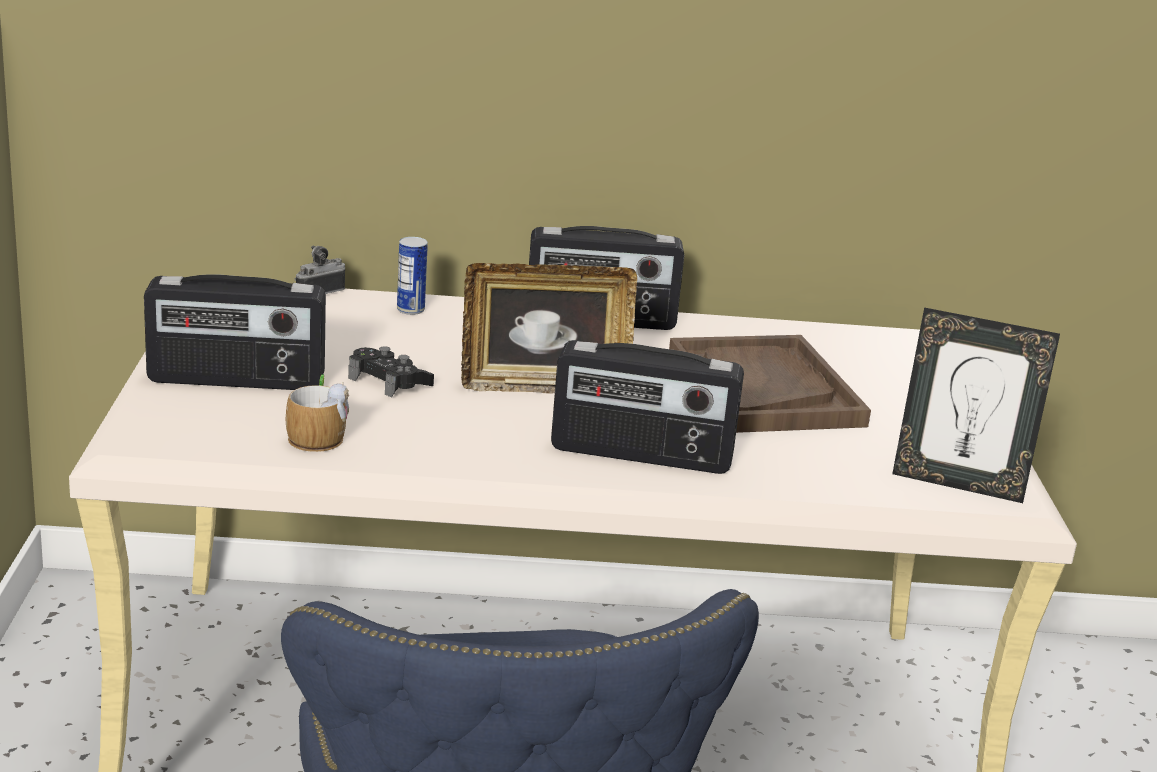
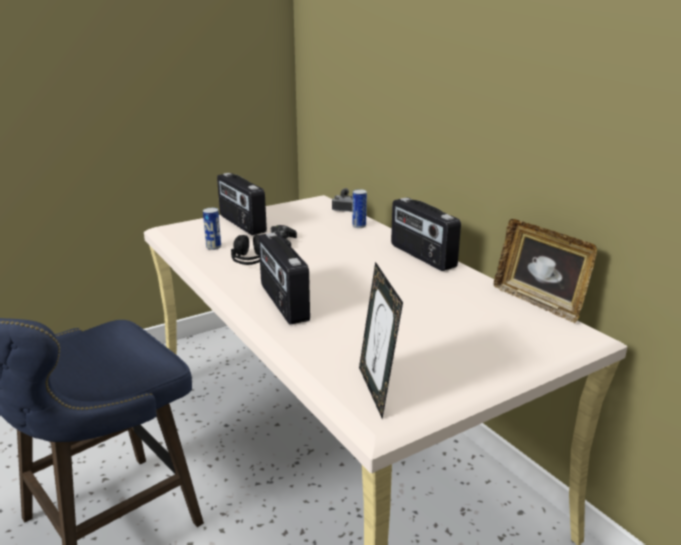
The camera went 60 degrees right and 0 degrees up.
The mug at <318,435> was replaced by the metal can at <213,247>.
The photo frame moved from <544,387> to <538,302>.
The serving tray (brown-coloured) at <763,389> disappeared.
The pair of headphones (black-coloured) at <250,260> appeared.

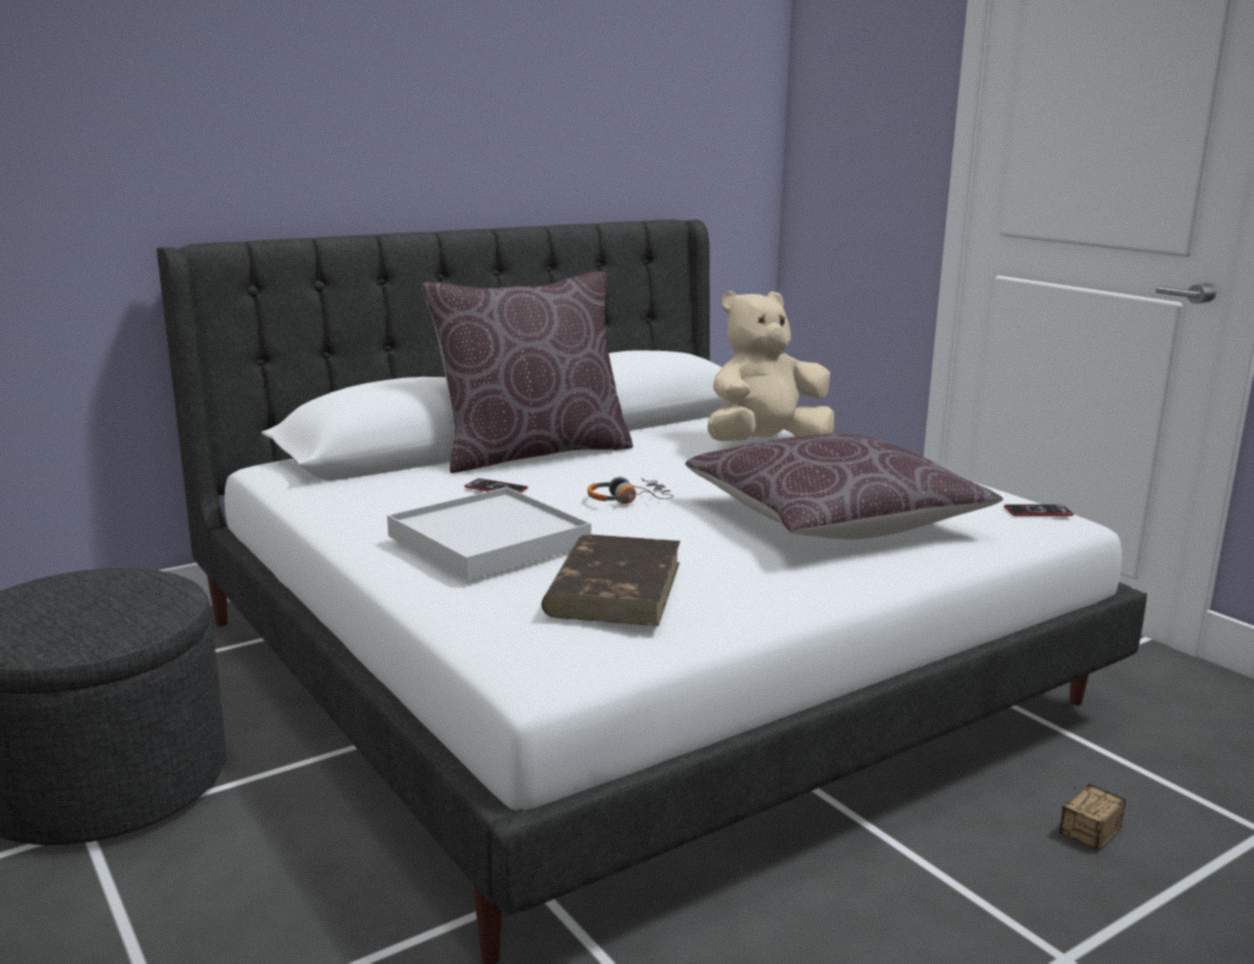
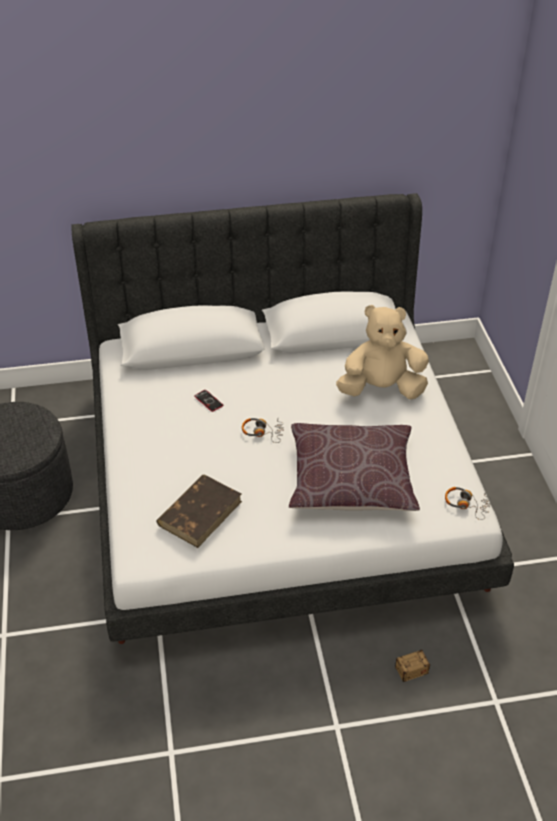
The camera went 25 degrees right and 25 degrees up.
The serving tray (white-coloured) at <489,540> disappeared.
The pillow (brown-coloured) at <532,453> disappeared.
The telephone at <1038,512> was replaced by the pair of headphones at <466,505>.

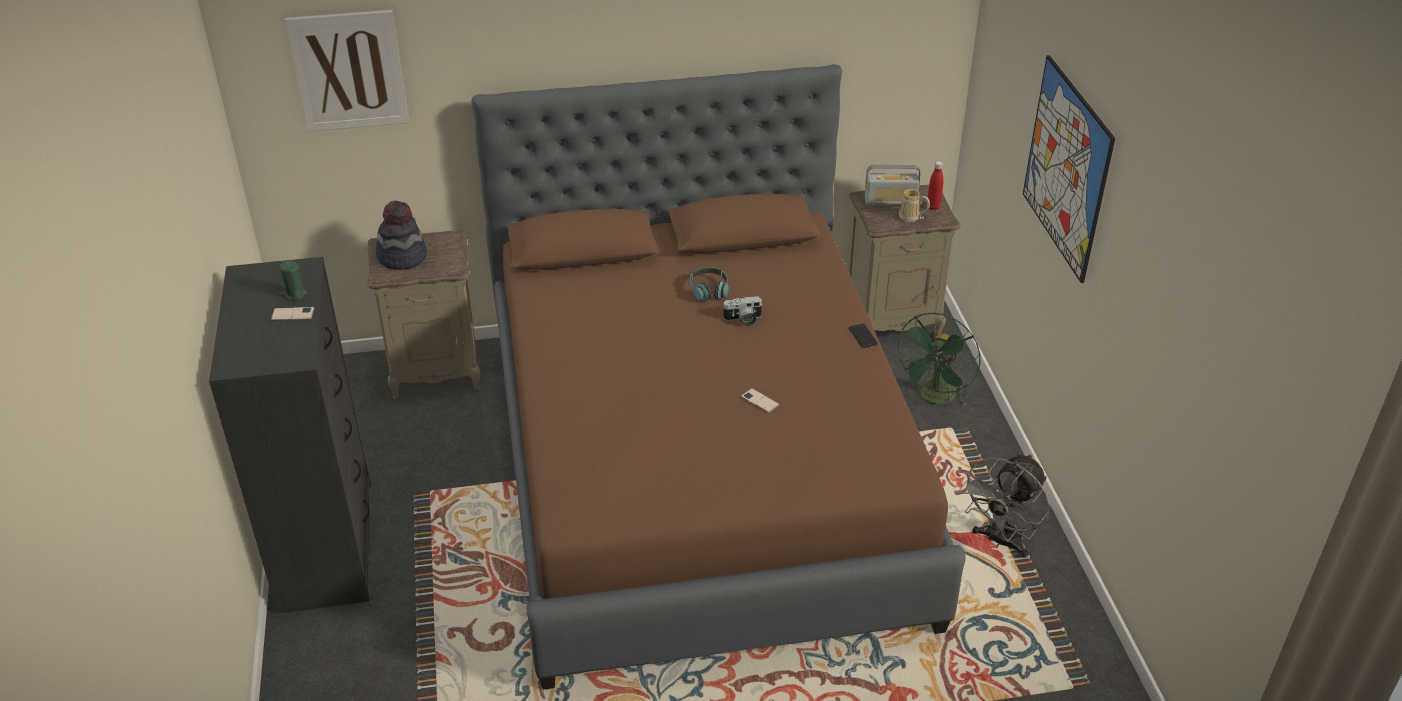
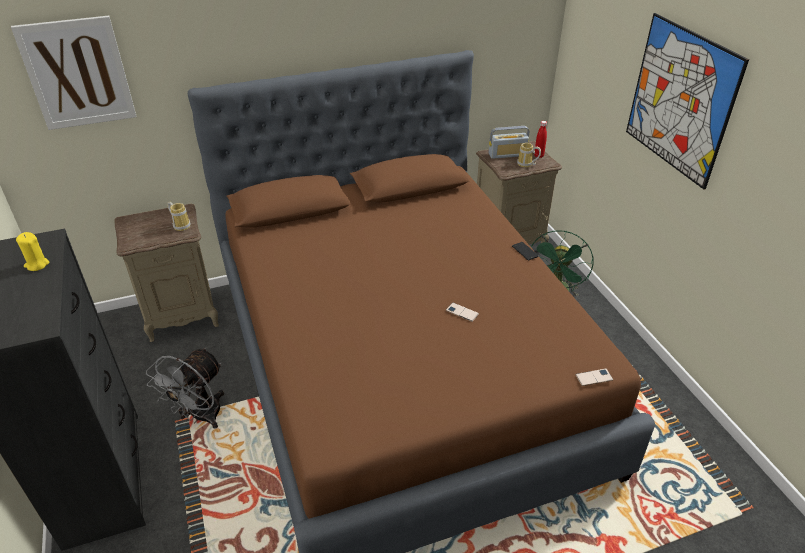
The camera went 10 degrees left and 0 degrees up.
The telephone moved from <292,314> to <594,377>.
The wax light (greenish) at <294,294> became the wax light (yellowish) at <37,264>.
The hat at <402,257> disappeared.
The pair of headphones at <709,290> disappeared.
The photo camera at <743,320> disappeared.
The fan (greyish) moved from <1001,541> to <200,417>.
The mug at <181,225> appeared.

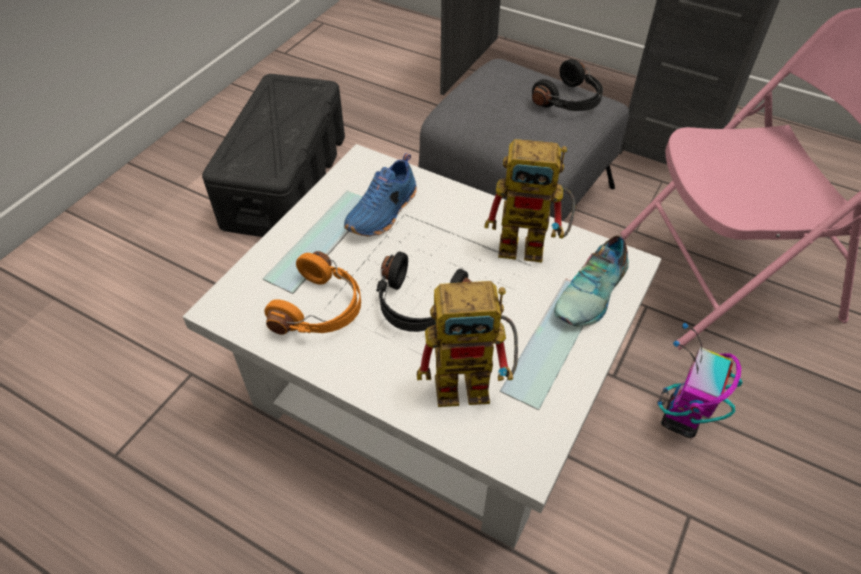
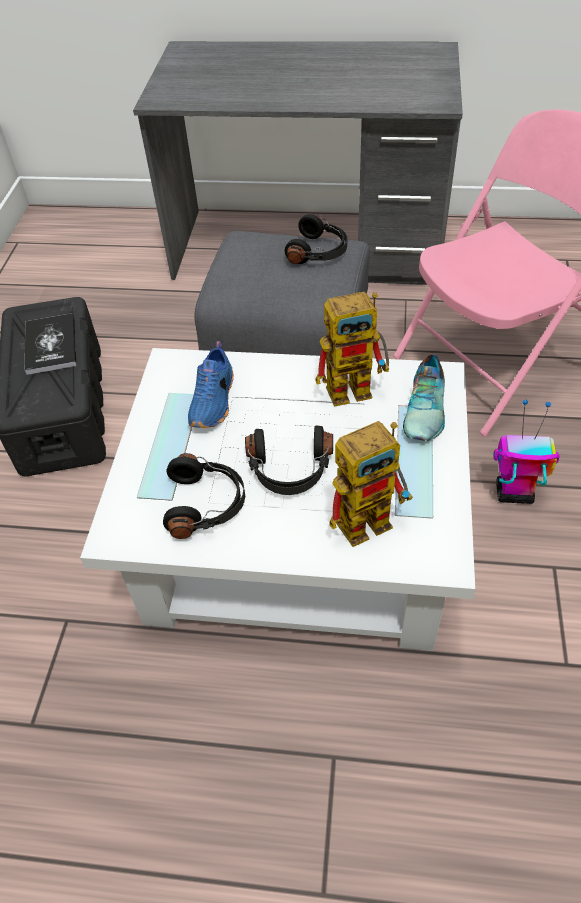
The camera went 20 degrees left and 0 degrees up.
The pair of headphones (orange) at <321,309> became the pair of headphones (black-coloured) at <206,504>.
The toy robot at <681,419> turned 90 degrees clockwise.
The volume at <51,345> appeared.

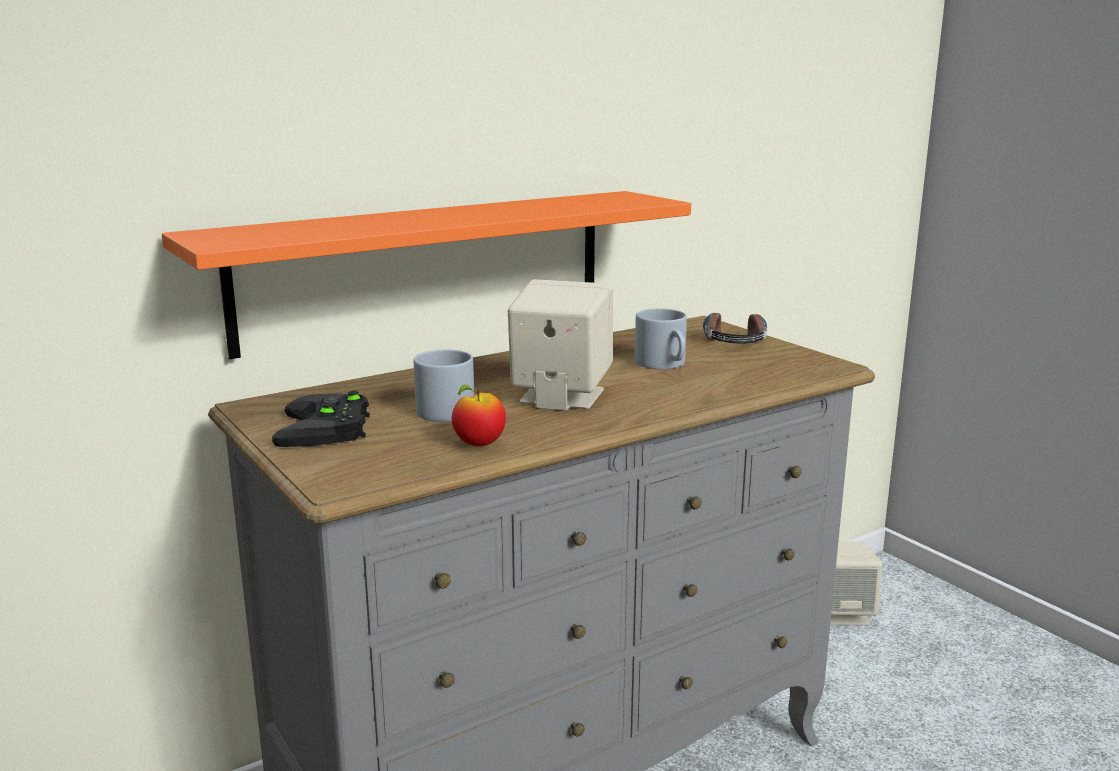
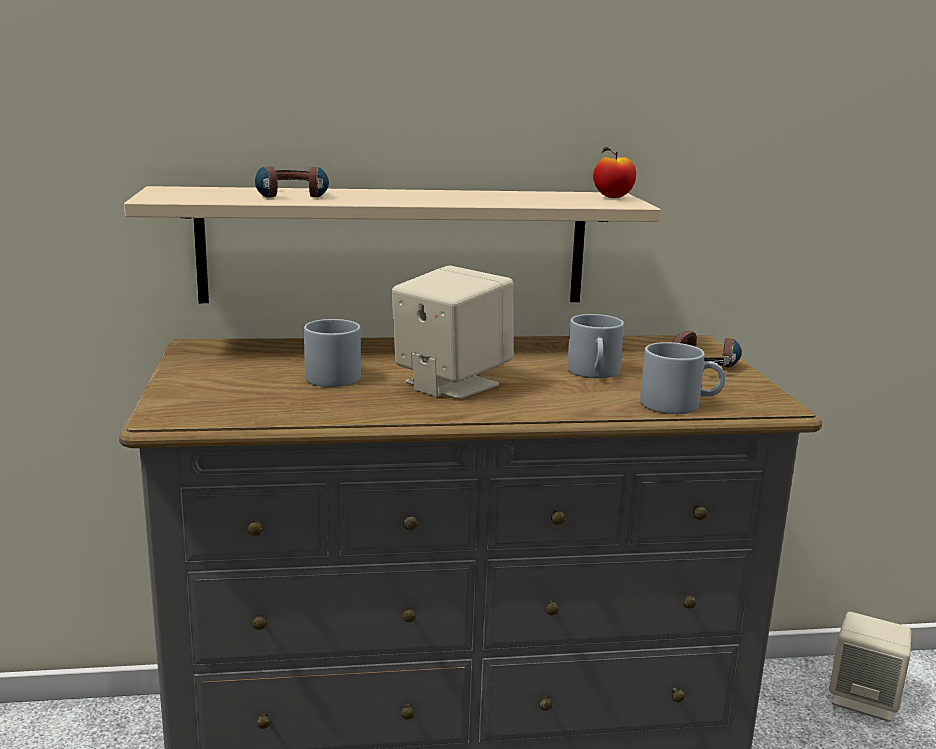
The camera went 25 degrees right and 0 degrees up.
The shelf (orange) at <426,268> became the shelf (beige-coloured) at <394,246>.
The game controller (black-coloured) at <328,429> disappeared.
The whole apple moved from <479,444> to <612,198>.
The pair of headphones at <292,196> appeared.
The mug (greyish) at <680,404> appeared.

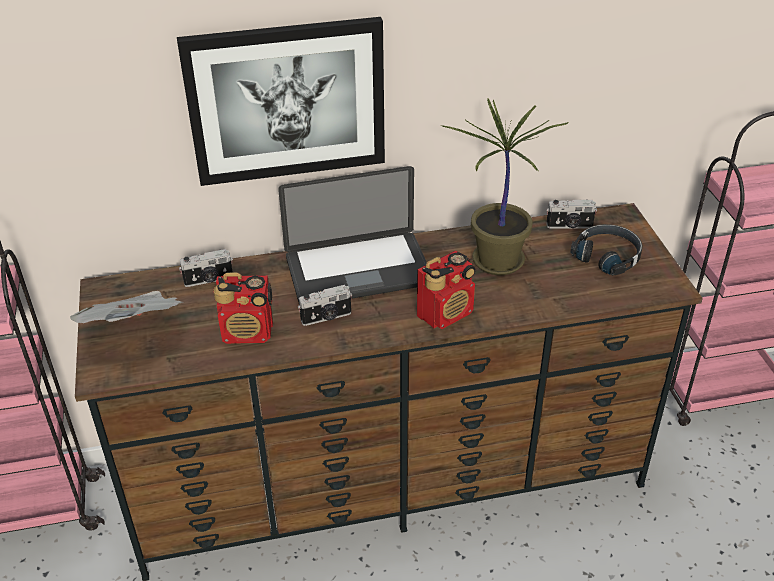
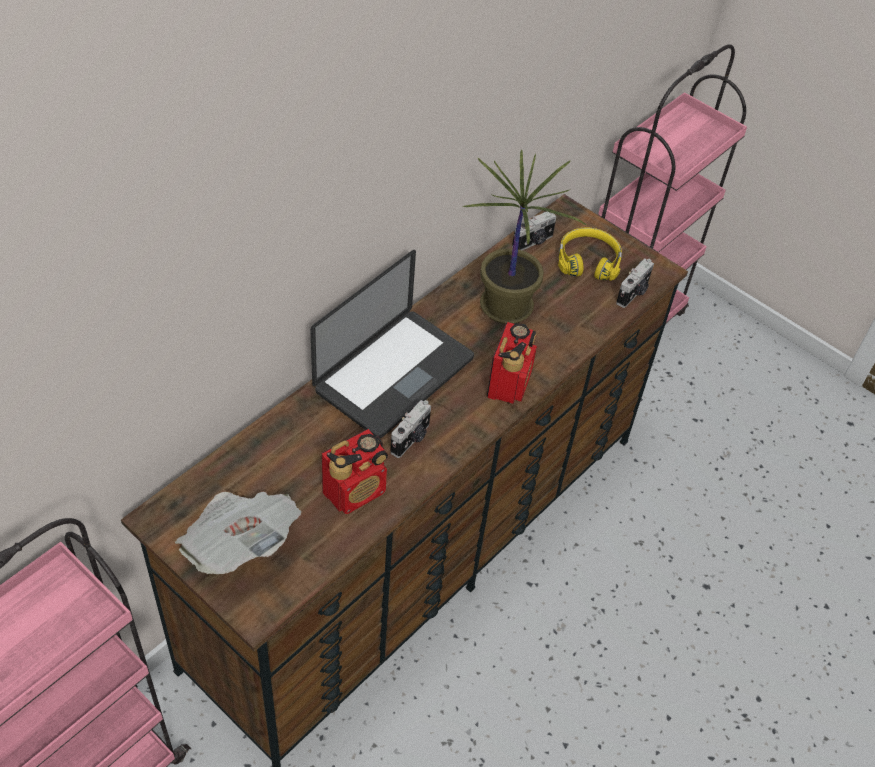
The camera went 40 degrees left and 10 degrees up.
The wall art at <286,101> disappeared.
The photo camera moved from <209,280> to <633,293>.
The pair of headphones (black-coloured) at <607,256> became the pair of headphones (yellowish) at <588,260>.

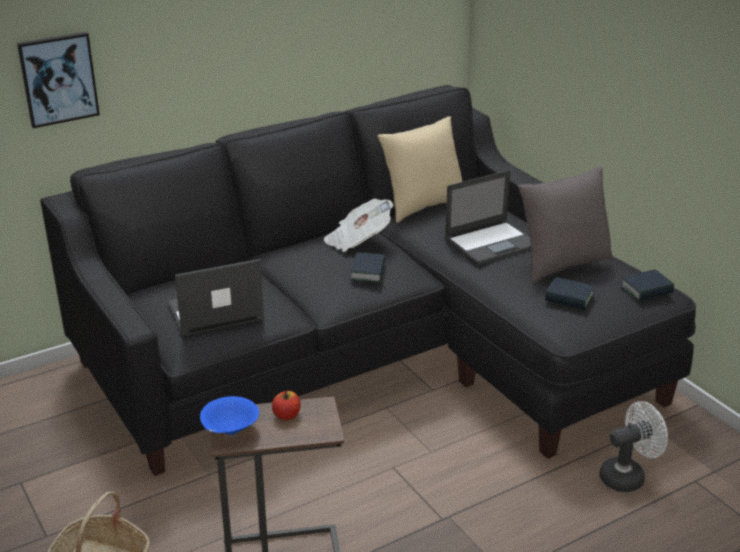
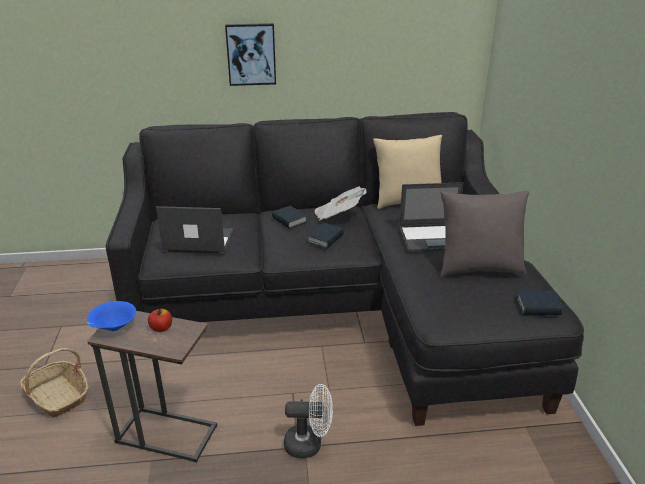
The camera went 25 degrees right and 0 degrees up.
The wall art moved from <58,79> to <251,54>.
The volume moved from <569,298> to <289,220>.
The fan (white-coloured) moved from <627,476> to <309,444>.

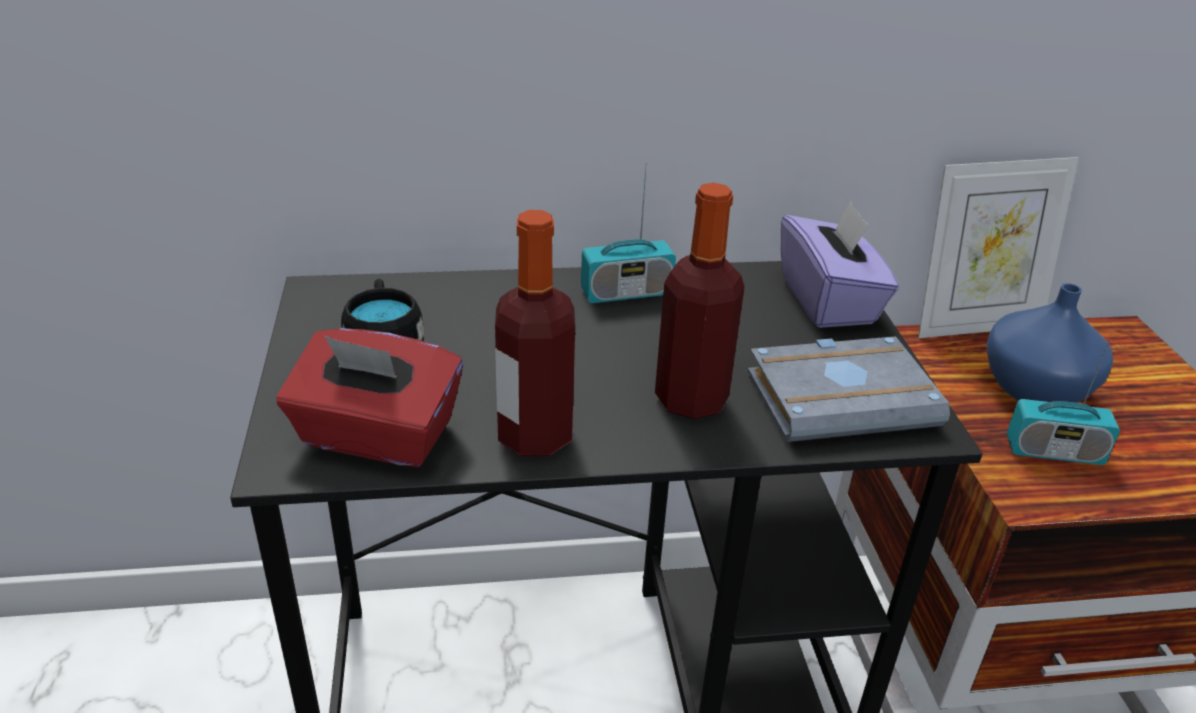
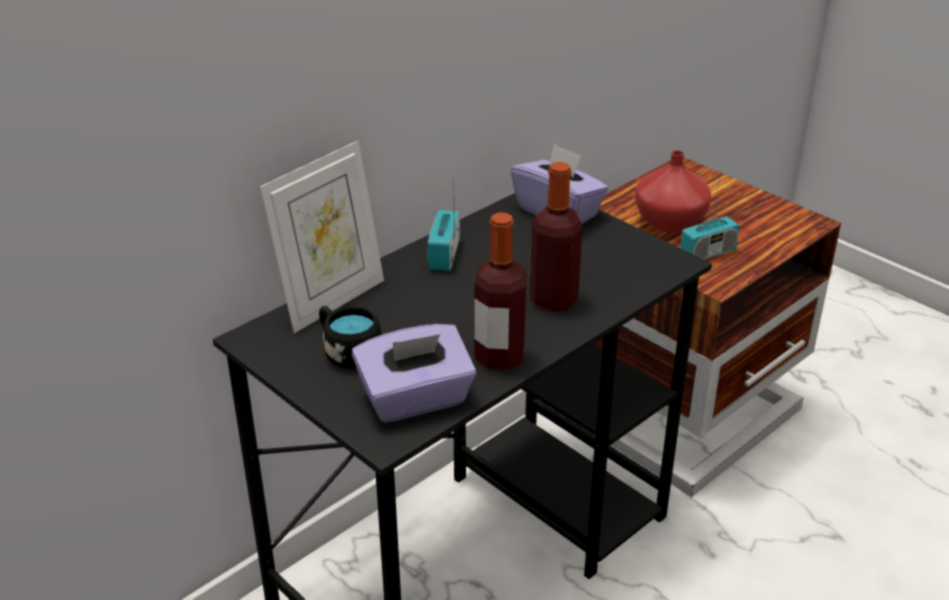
The camera went 35 degrees left and 0 degrees up.
The tissue holder (red-coloured) at <376,436> became the tissue holder (purplish) at <415,399>.
The radio at <626,293> turned 150 degrees clockwise.
The volume (greyish) at <843,397> disappeared.
The photo frame moved from <973,324> to <331,301>.
The vase (blue) at <1037,391> became the vase (red-coloured) at <671,222>.

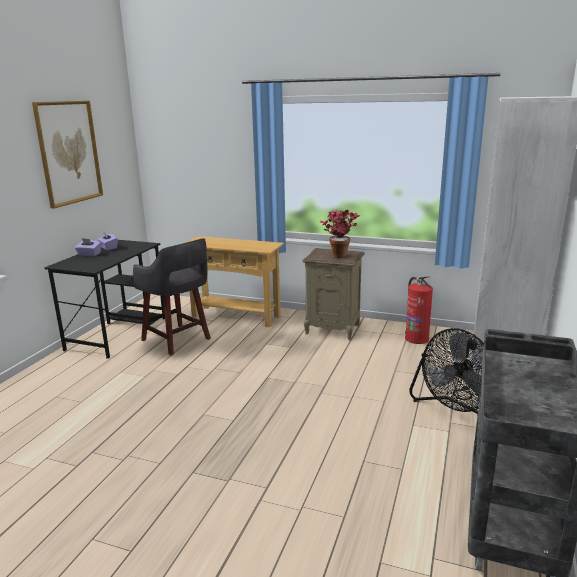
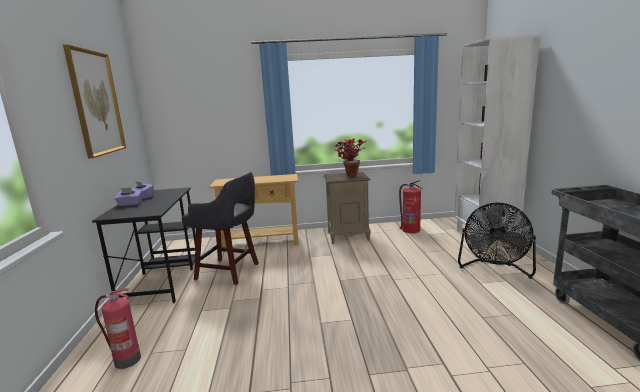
The camera went 25 degrees left and 5 degrees down.
The fire-fighting cylinder at <126,360> appeared.

